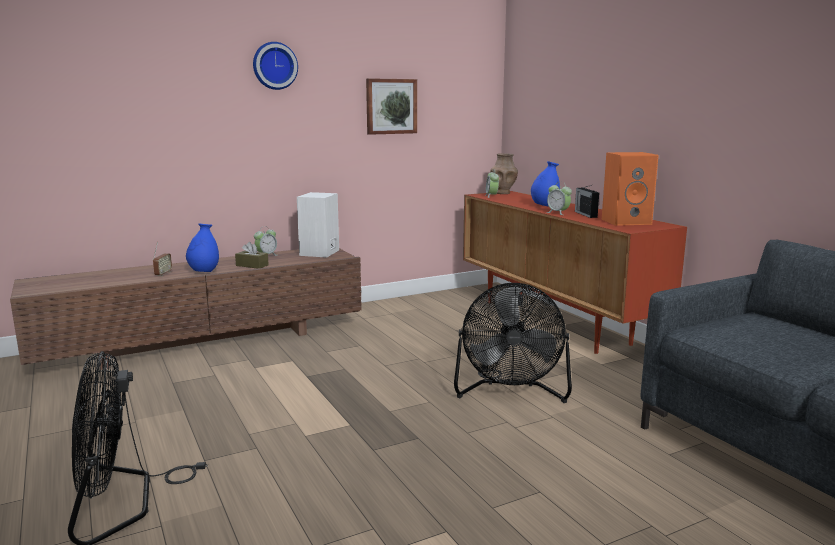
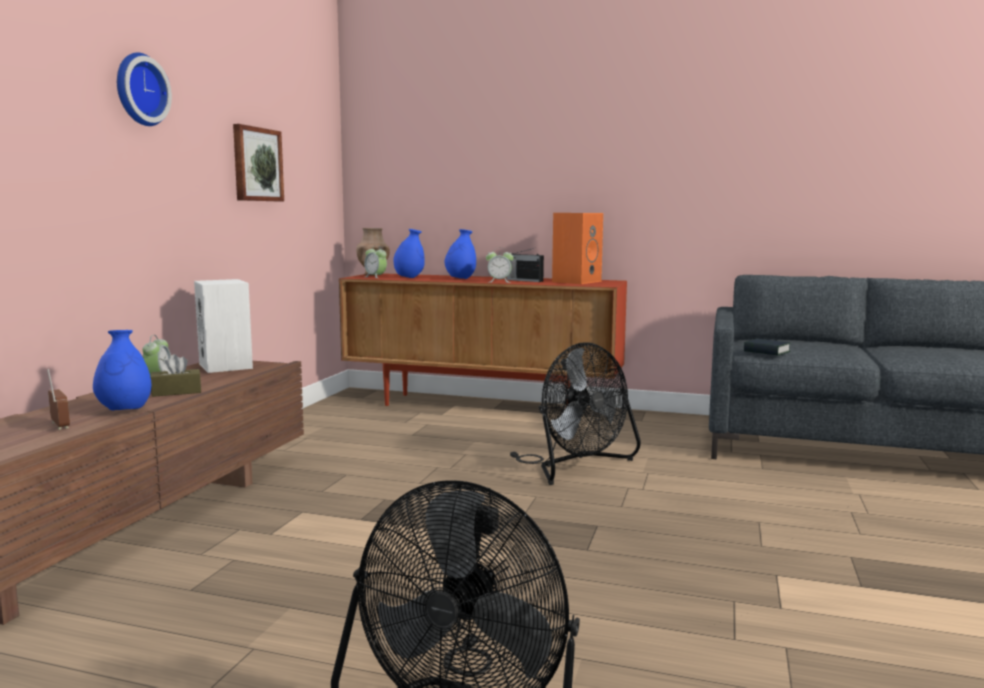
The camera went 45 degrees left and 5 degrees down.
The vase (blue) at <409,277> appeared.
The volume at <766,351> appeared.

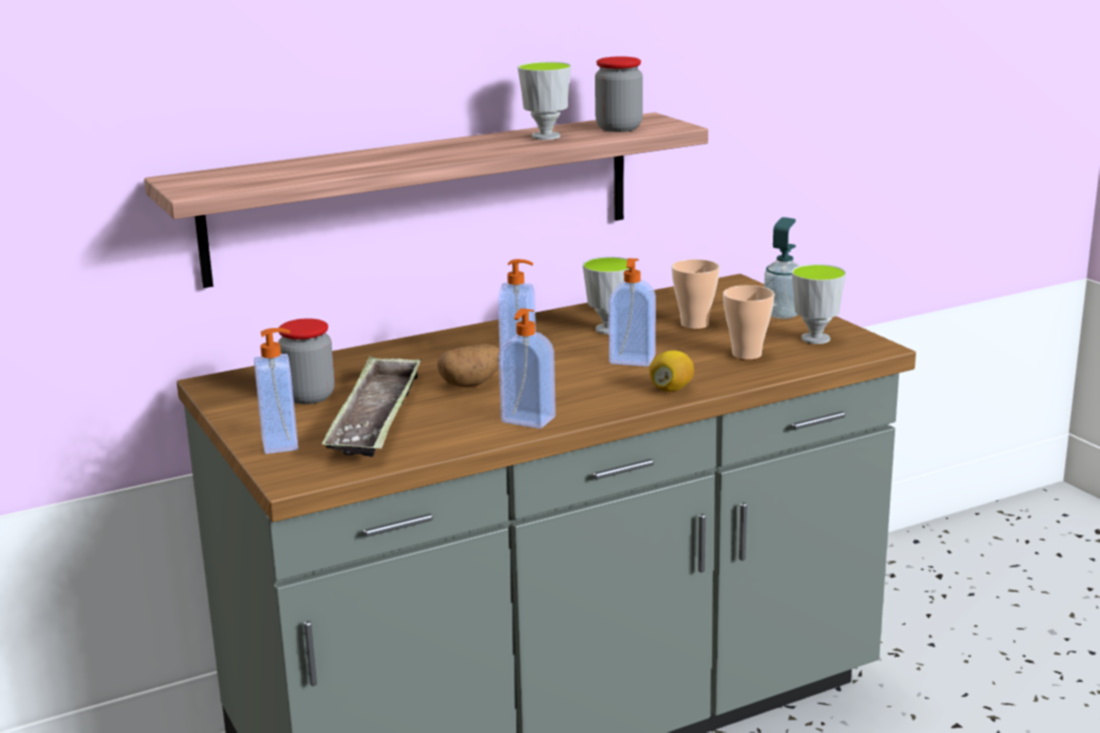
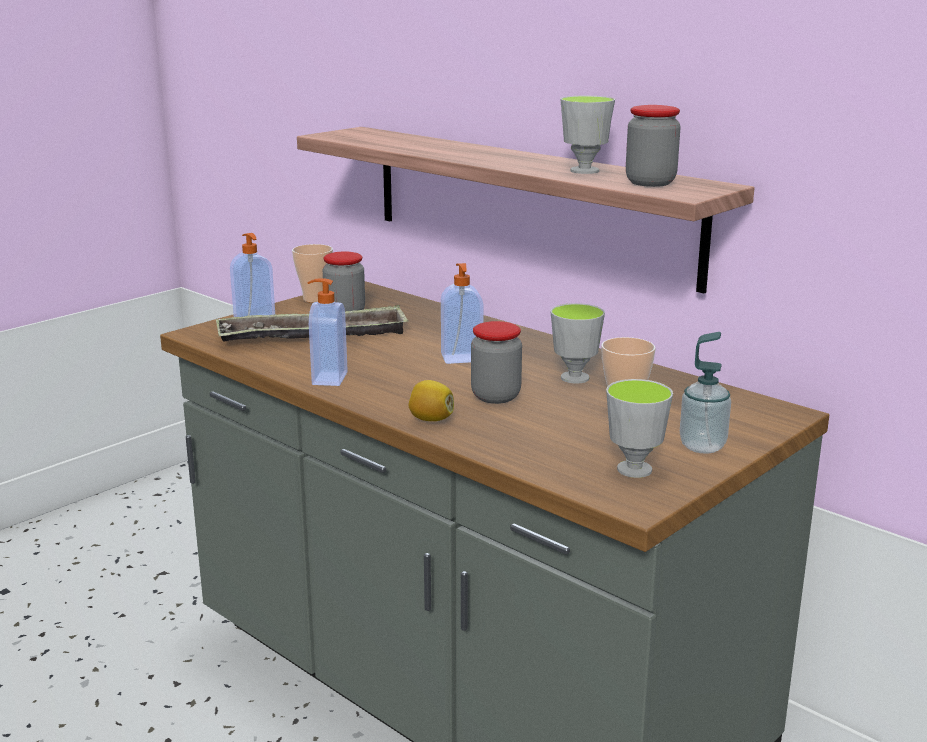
The camera went 70 degrees right and 0 degrees up.
The potato at <471,384> disappeared.
The liquid soap bottle at <632,361> was replaced by the preserve jar at <495,396>.
The cup moved from <746,354> to <315,299>.

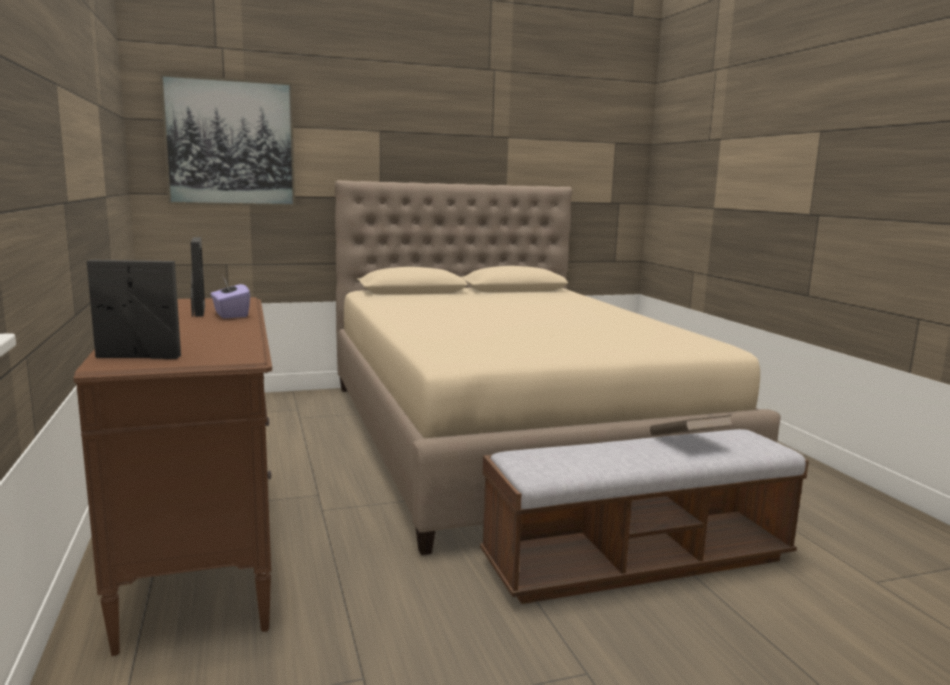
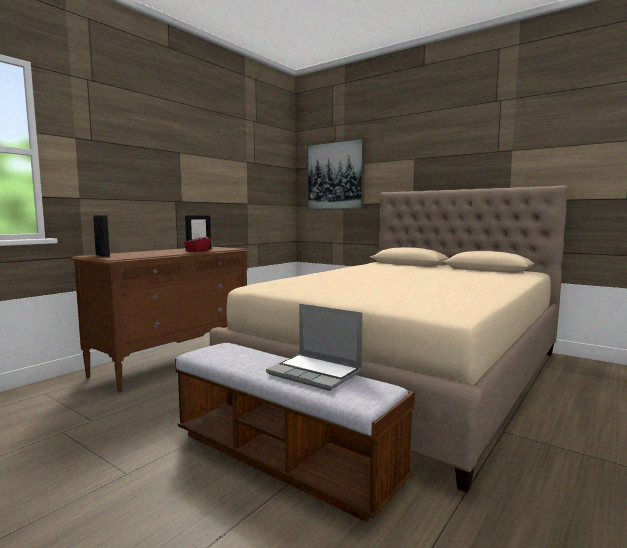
The camera went 55 degrees right and 5 degrees down.
The tissue holder (purplish) at <230,315> became the tissue holder (red-coloured) at <197,251>.
The volume (brown-coloured) at <688,442> was replaced by the portable computer at <316,373>.

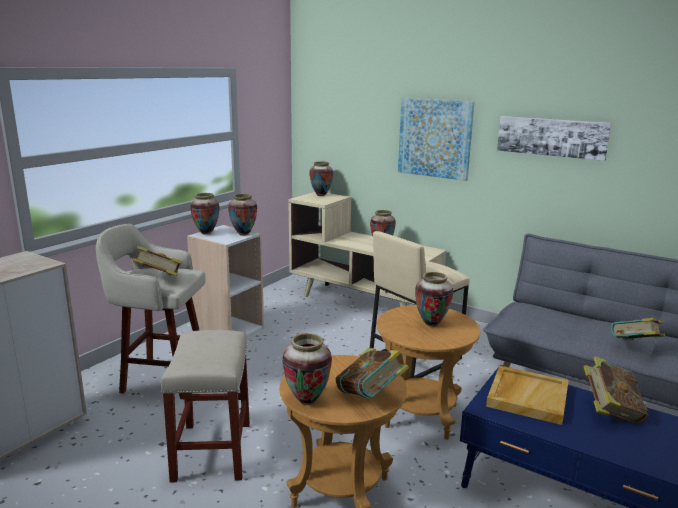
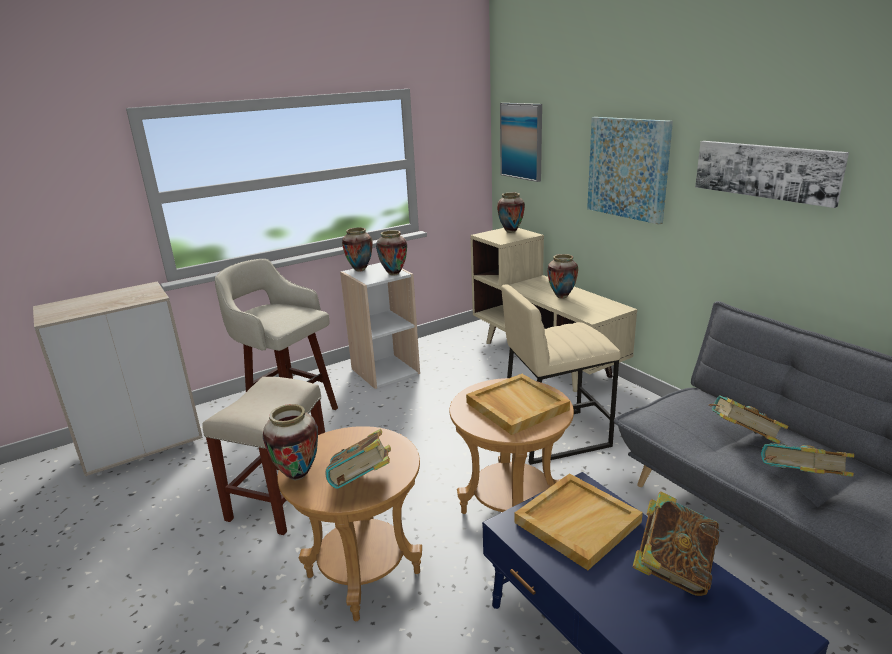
The camera went 25 degrees right and 5 degrees up.
The volume moved from <158,280> to <742,439>.
The vase at <431,324> was replaced by the serving tray (beige-coloured) at <516,406>.
The wall art at <522,141> appeared.

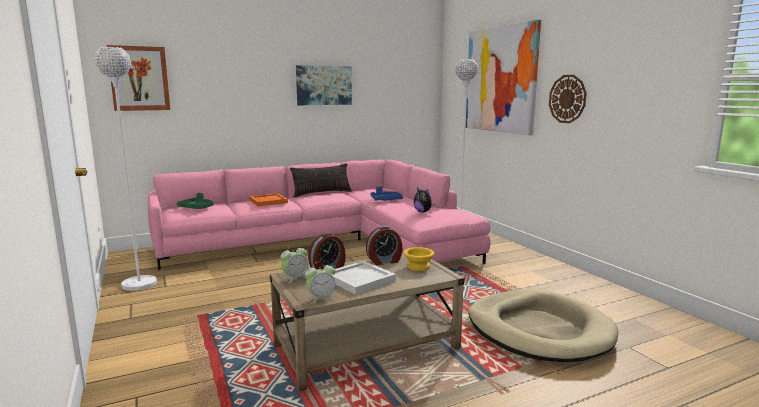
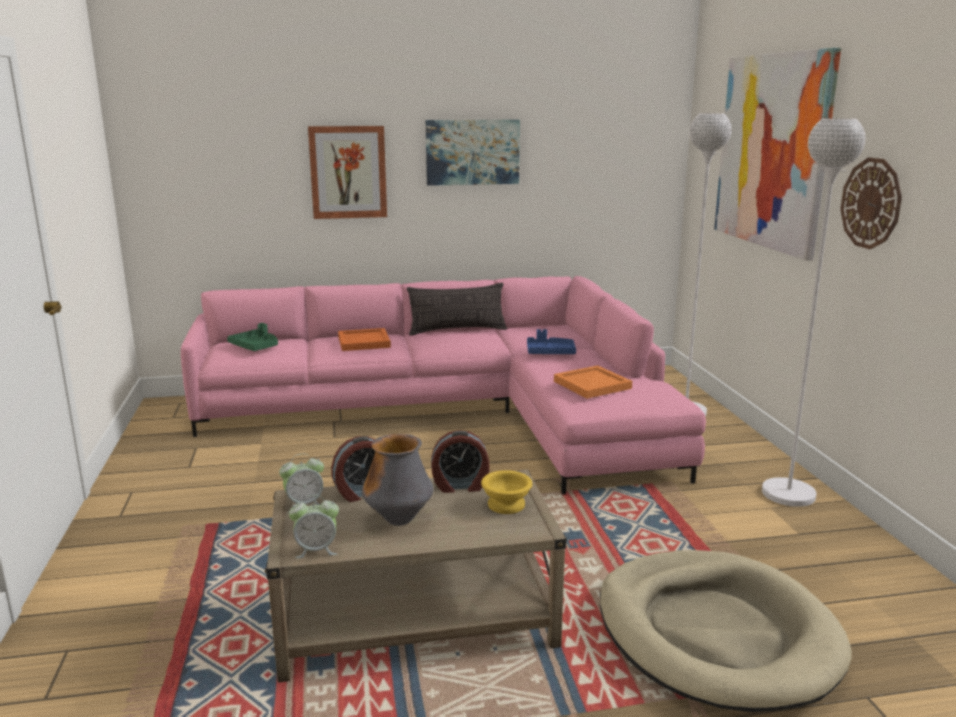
The camera went 15 degrees right and 5 degrees up.
The floor lamp (white-coloured) moved from <139,284> to <788,494>.
The wall art moved from <139,78> to <348,172>.
The serving tray (white-coloured) at <361,280> was replaced by the vase at <399,520>.
The soft toy at <423,212> was replaced by the serving tray (orange) at <593,385>.

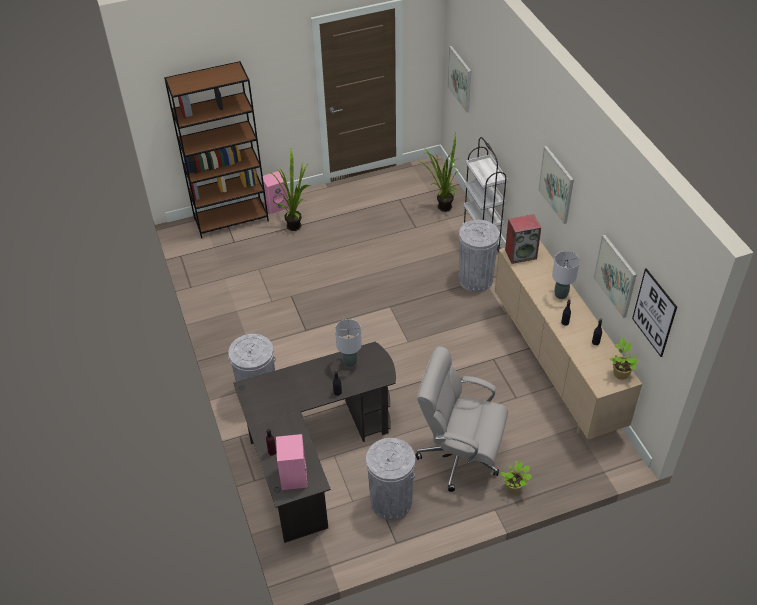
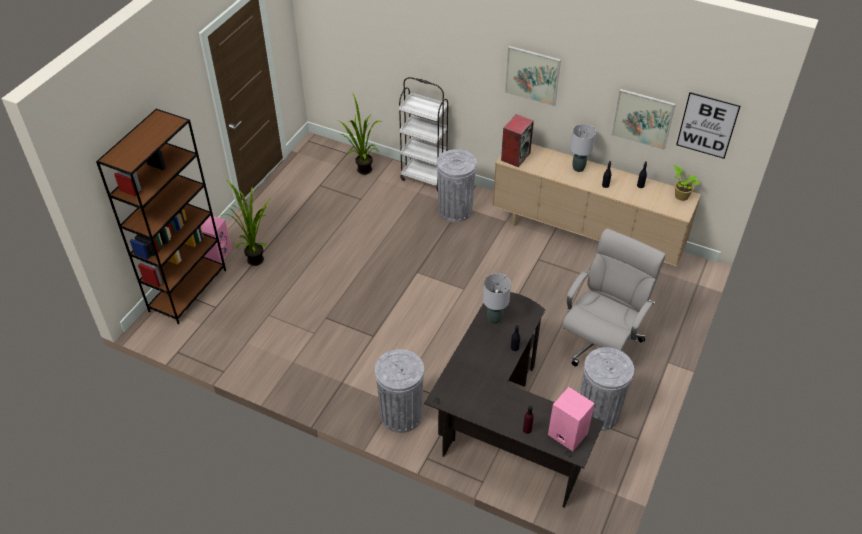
The camera went 45 degrees left and 0 degrees up.
The desk chair (greyish) at <460,456> turned 150 degrees clockwise.
The wall art at <460,78> disappeared.
The houseplant at <514,488> disappeared.

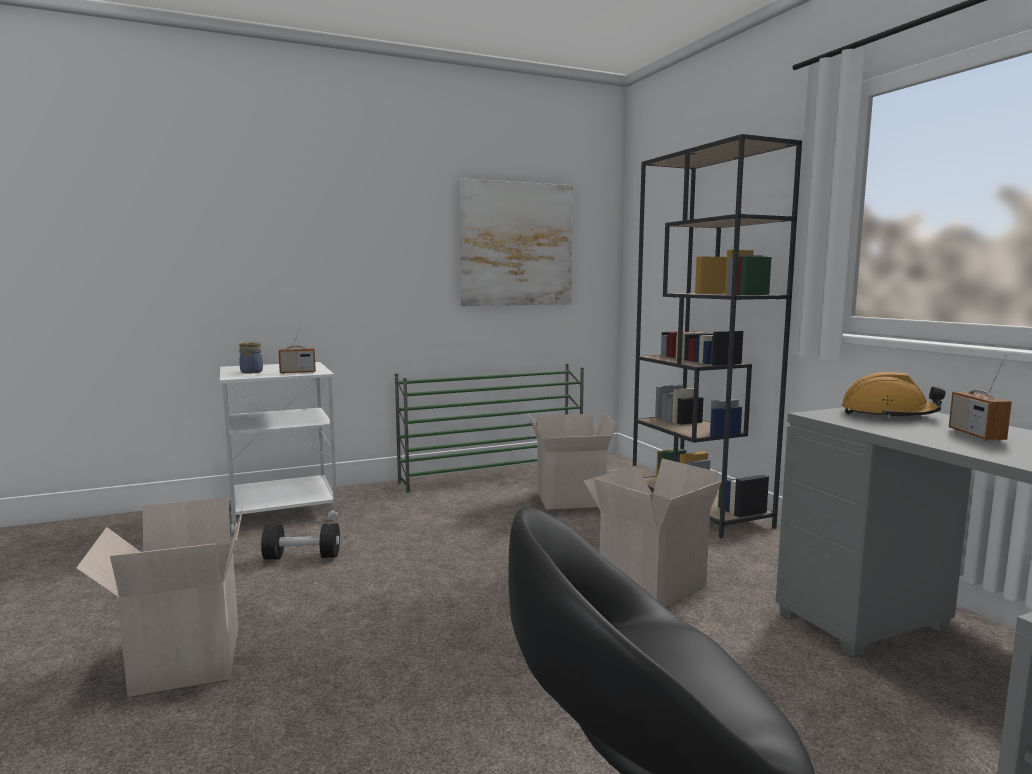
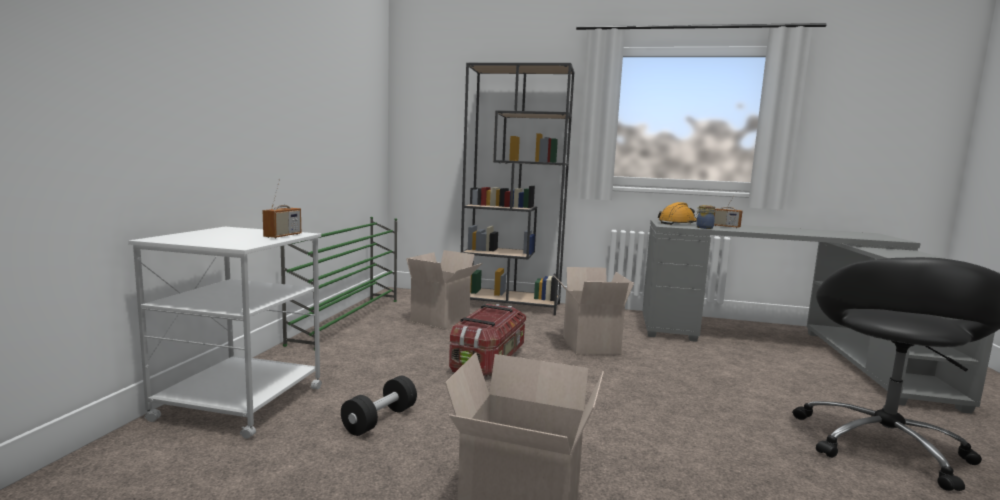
The camera went 55 degrees left and 0 degrees up.
The preserve jar moved from <252,372> to <703,228>.
The wall art at <516,244> disappeared.
The storage bin at <489,359> appeared.

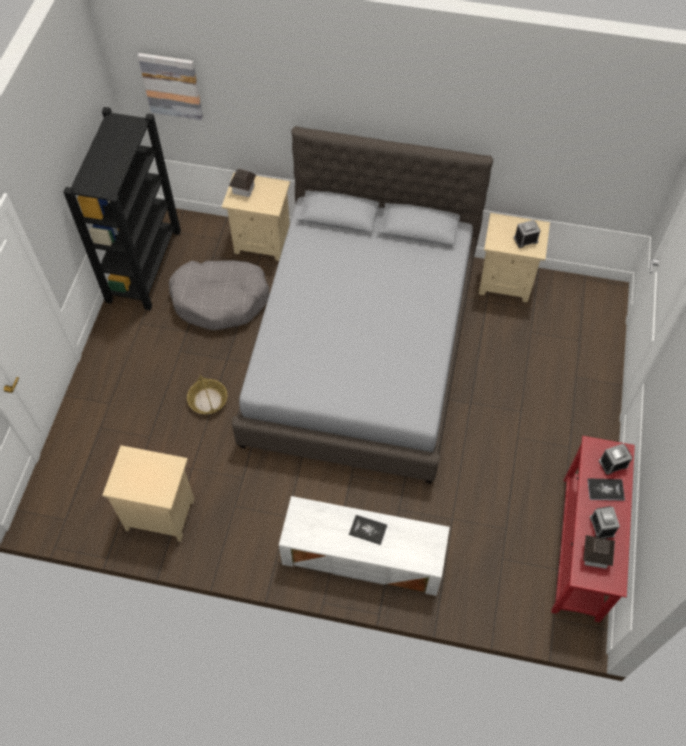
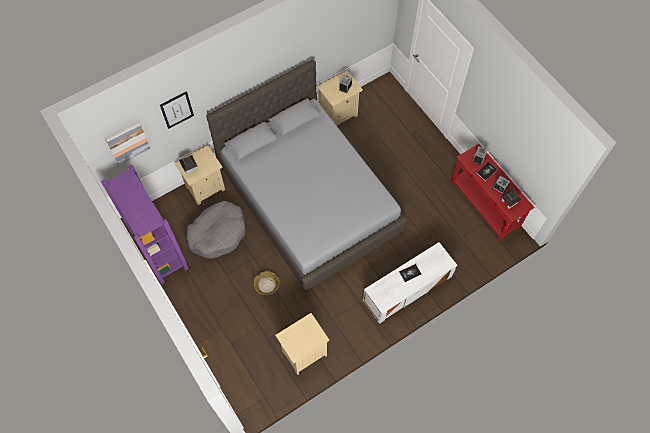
The camera went 45 degrees left and 5 degrees up.
The bookshelf (black-coloured) at <143,265> became the bookshelf (purplish) at <159,249>.
The wall art at <177,110> appeared.

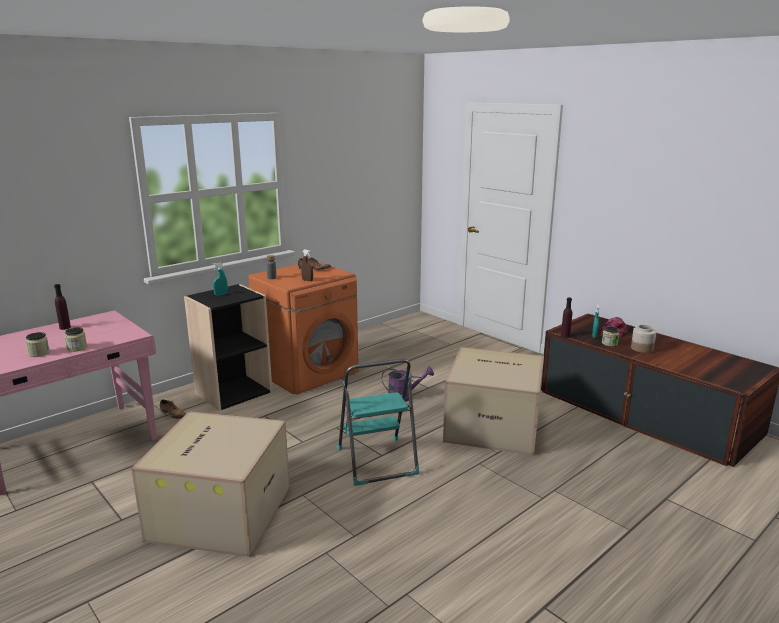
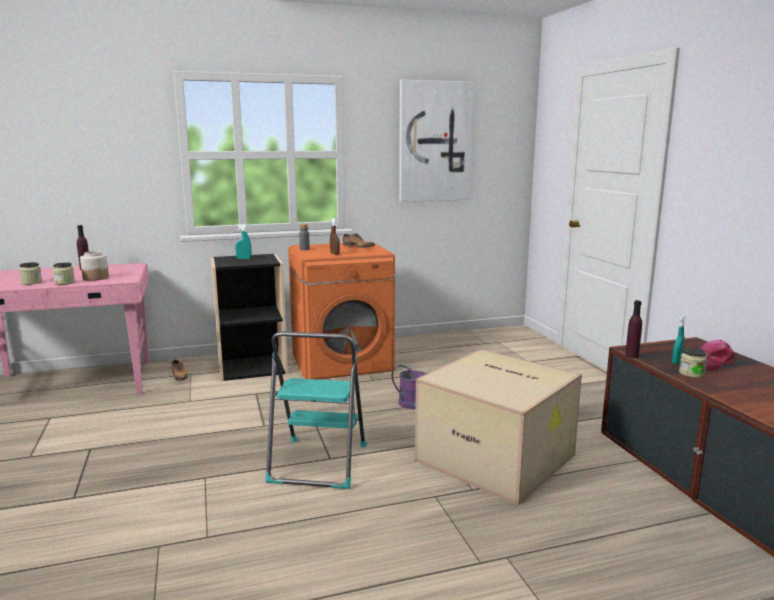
The camera went 25 degrees right and 5 degrees down.
The packing box at <220,511> disappeared.
The preserve jar moved from <641,349> to <95,278>.
The wall art at <435,142> appeared.

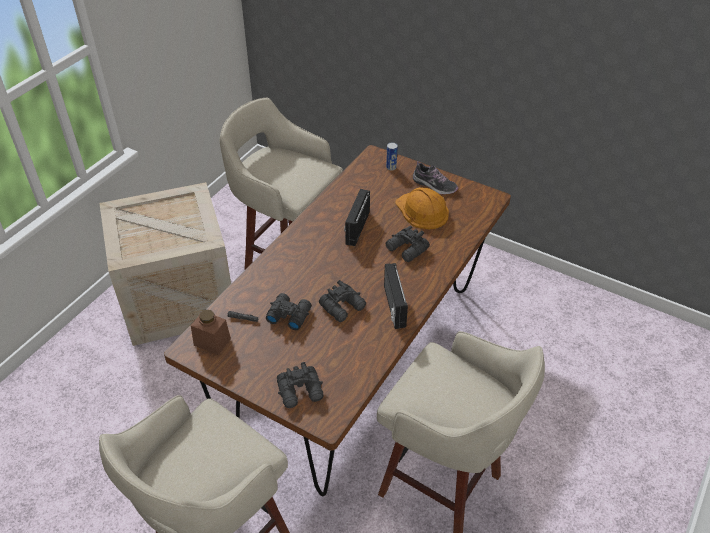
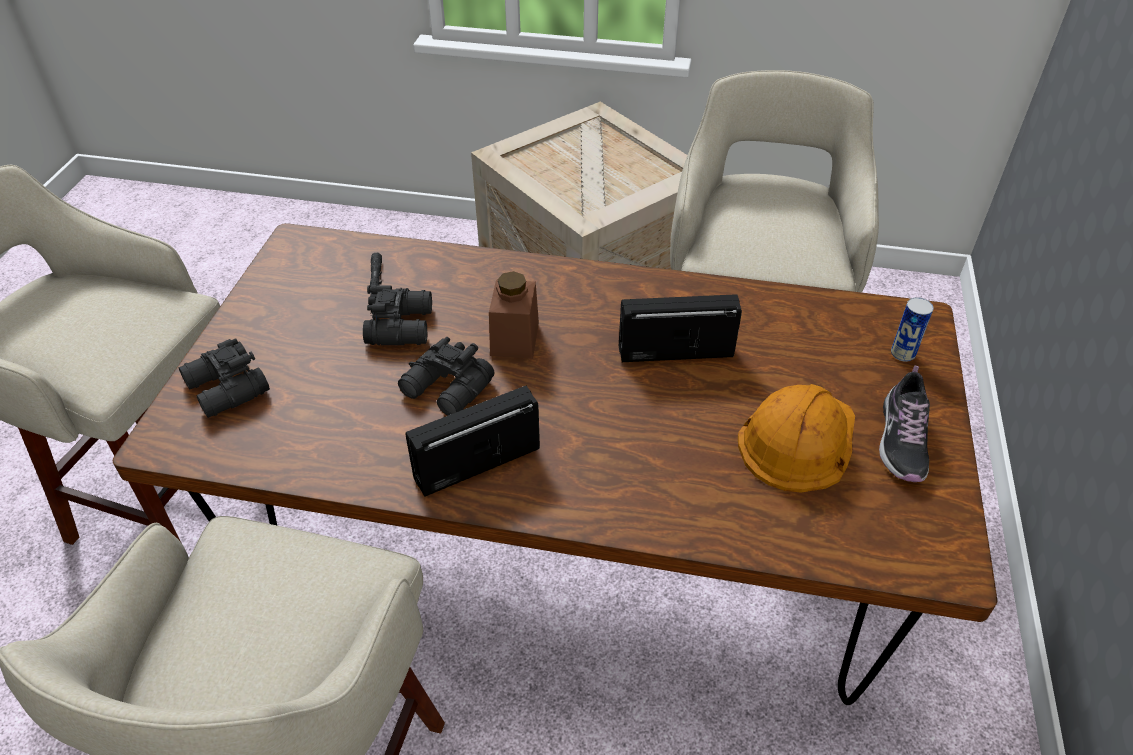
The camera went 70 degrees right and 0 degrees up.
The preserve jar (brown-coloured) moved from <212,342> to <514,339>.
The field glasses (black-coloured) at <407,250> disappeared.

